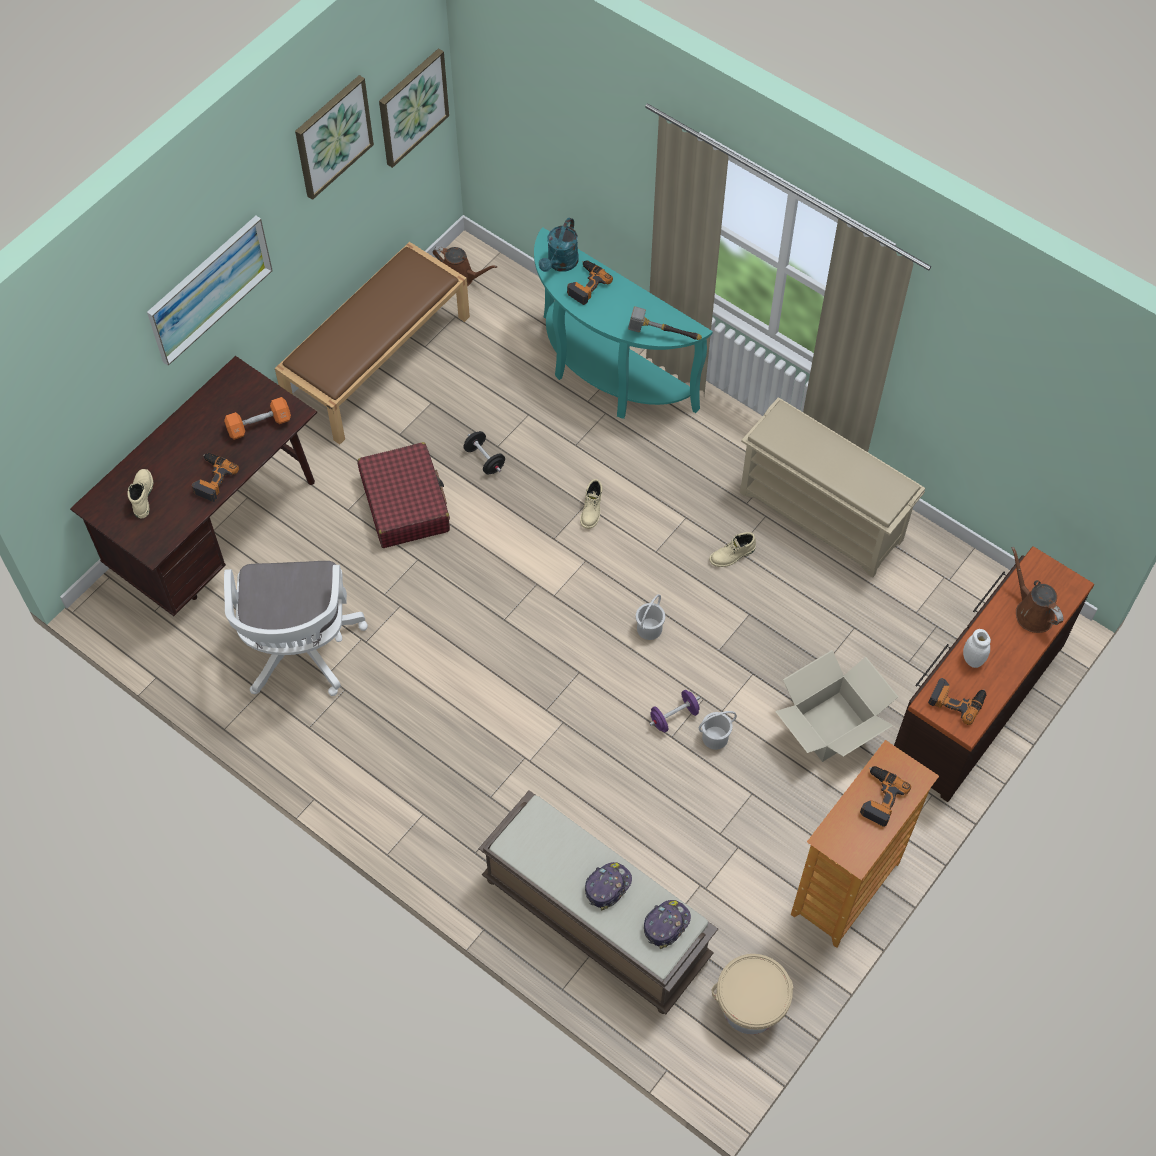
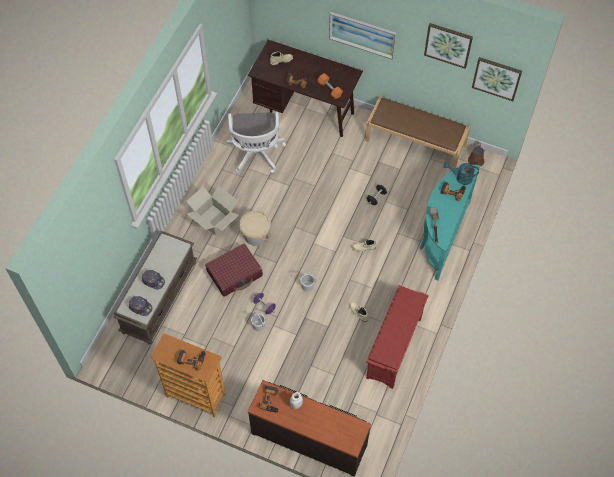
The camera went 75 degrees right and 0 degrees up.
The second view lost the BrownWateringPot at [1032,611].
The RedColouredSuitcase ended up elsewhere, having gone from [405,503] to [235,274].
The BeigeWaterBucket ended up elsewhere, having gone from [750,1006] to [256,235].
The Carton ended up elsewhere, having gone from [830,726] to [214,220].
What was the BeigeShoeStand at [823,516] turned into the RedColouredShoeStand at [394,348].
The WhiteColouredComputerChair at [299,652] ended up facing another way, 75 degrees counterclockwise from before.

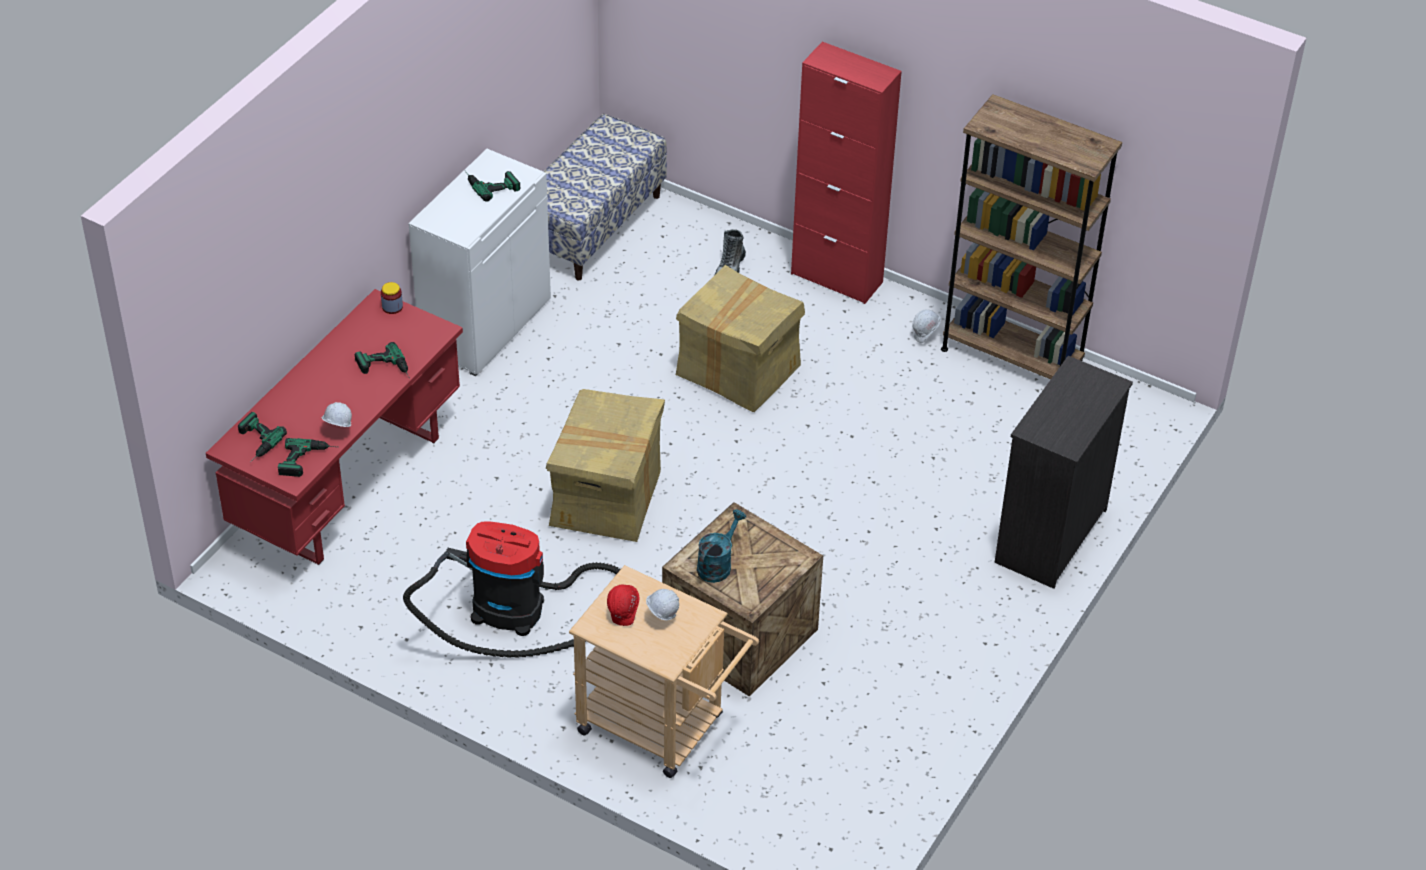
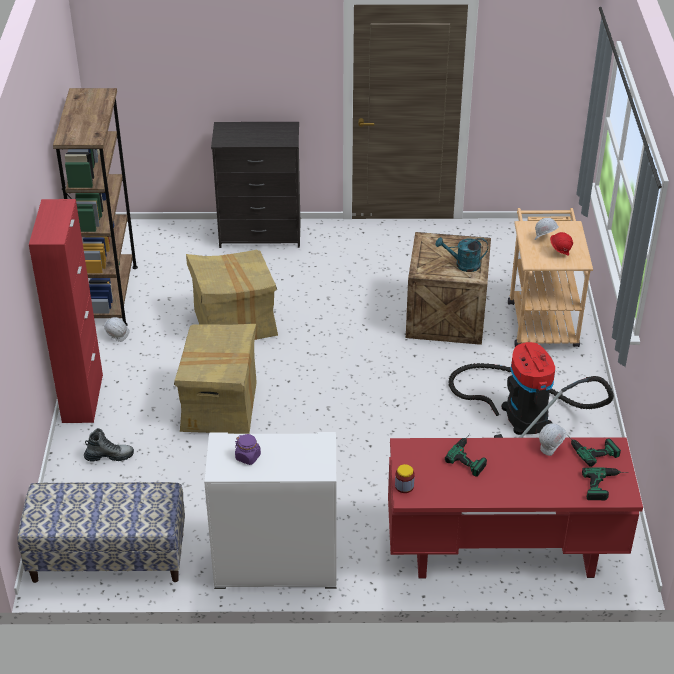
The camera went 120 degrees left and 5 degrees down.
The Carton ended up elsewhere, having gone from [606,499] to [234,323].
Where the PowerDrill stood at [490,183], the PurpleJar came to stand at [248,457].

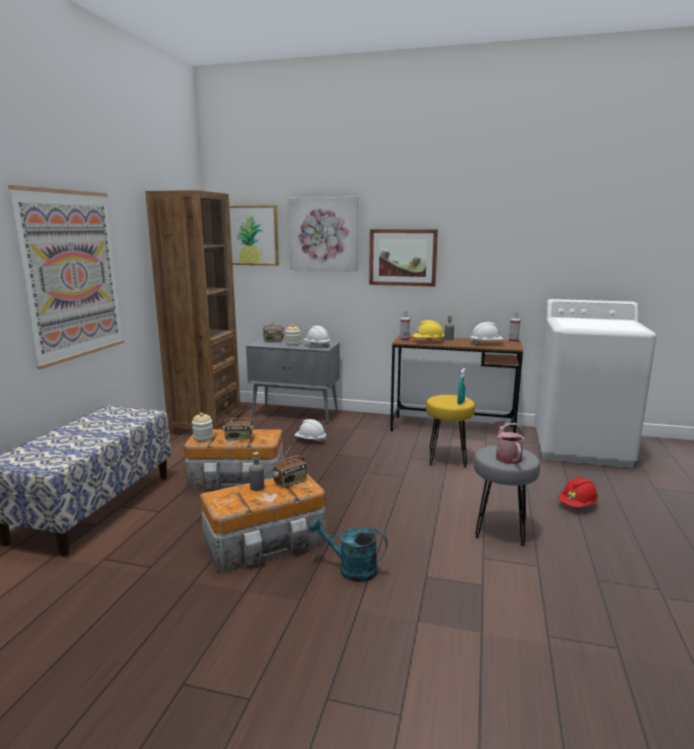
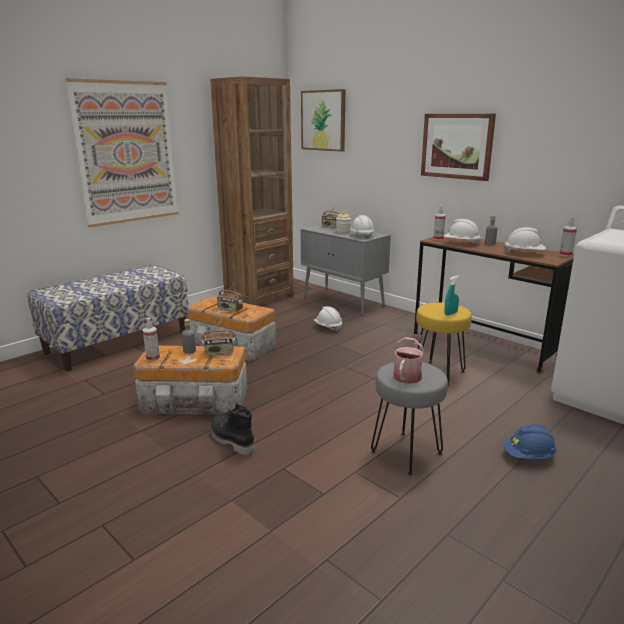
The camera went 30 degrees right and 5 degrees up.
The second view lost the Jar at [203,438].
The second view lost the Picture at [323,234].
The second view gained the Sprayer at [153,358].
Where the TurquoiseWateringPot stood at [351,569], the BlackColouredHighTopBoot came to stand at [231,441].
What was the YellowishWorkHelmet at [428,342] turned into the WhiteColouredWorkHelmet at [461,243].
What was the RedColouredWorkHelmet at [577,505] turned into the BluishWorkHelmet at [528,456].

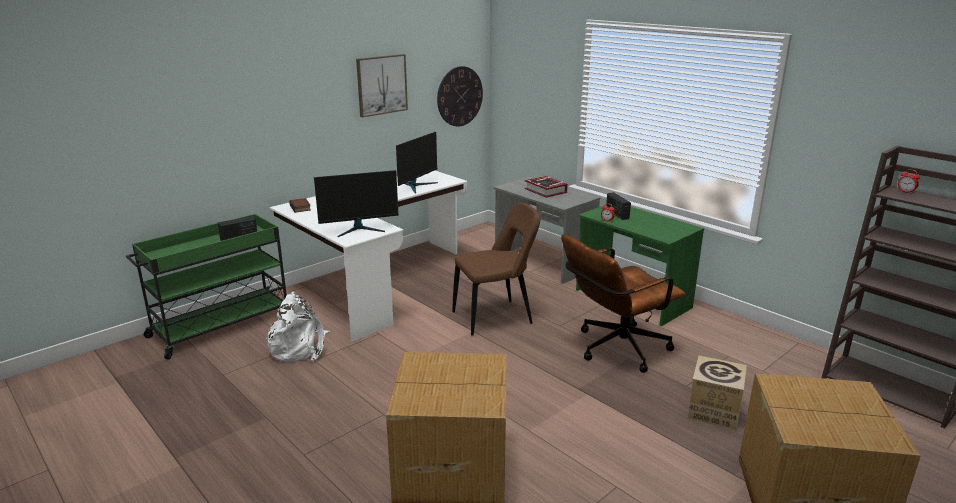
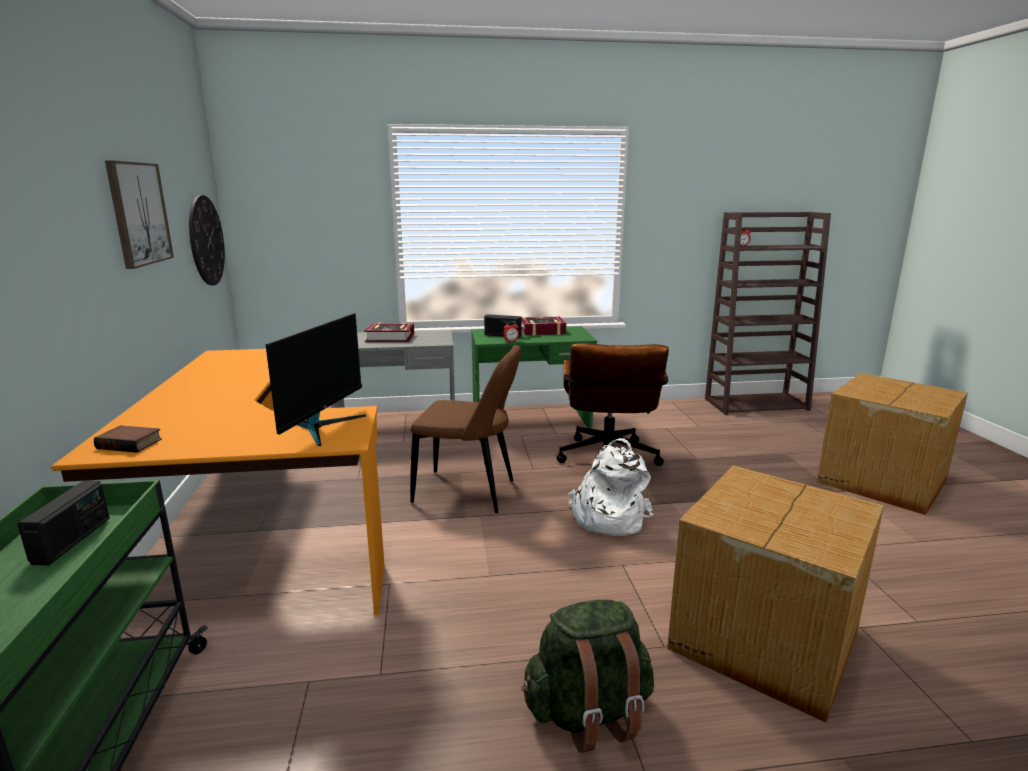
The camera went 55 degrees left and 5 degrees down.
The second view lost the Monitor at [417,186].
The second view lost the Carton at [713,411].
The second view gained the Volume at [542,331].
The second view gained the GreenishBackpack at [588,713].
The WhiteColouredBackpack ended up elsewhere, having gone from [299,348] to [607,518].
What was the WhiteColouredDeskTable at [375,283] turned into the OrangeyDeskTable at [249,538].
The BrownUprightChair at [496,317] ended up facing another way, 90 degrees clockwise from before.

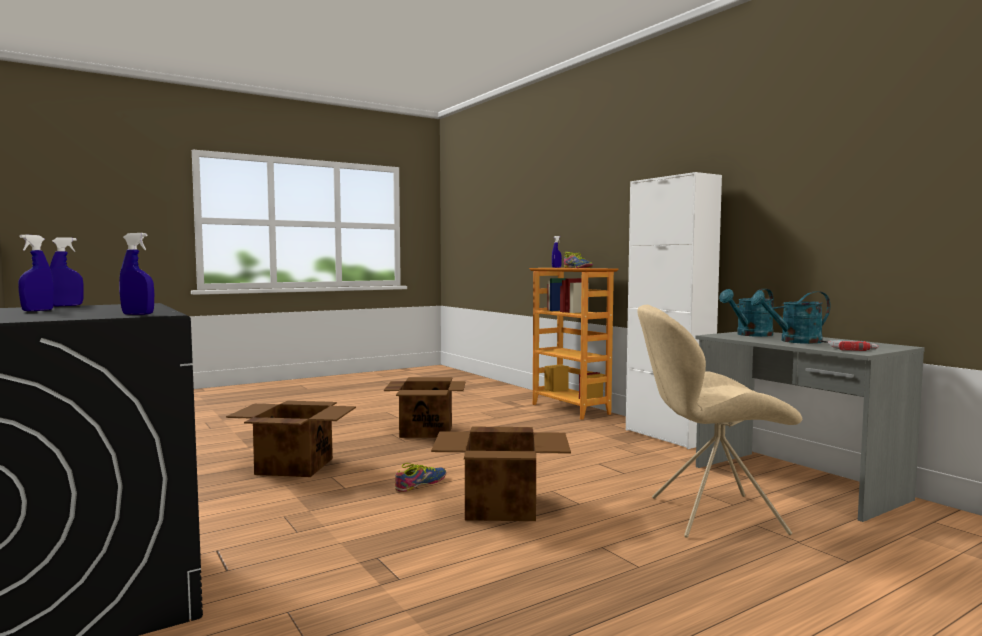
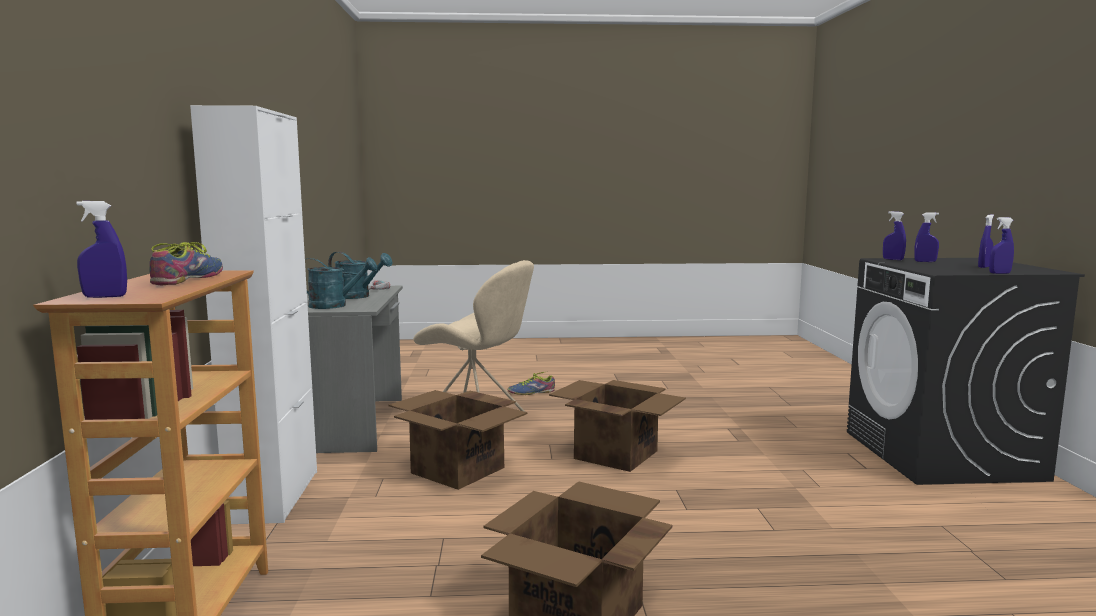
The camera went 150 degrees left and 5 degrees up.
The second view gained the BluishSprayer at [925,261].
The Carton ended up elsewhere, having gone from [294,466] to [458,470].
The ItemOfFootwear ended up elsewhere, having gone from [420,484] to [532,392].

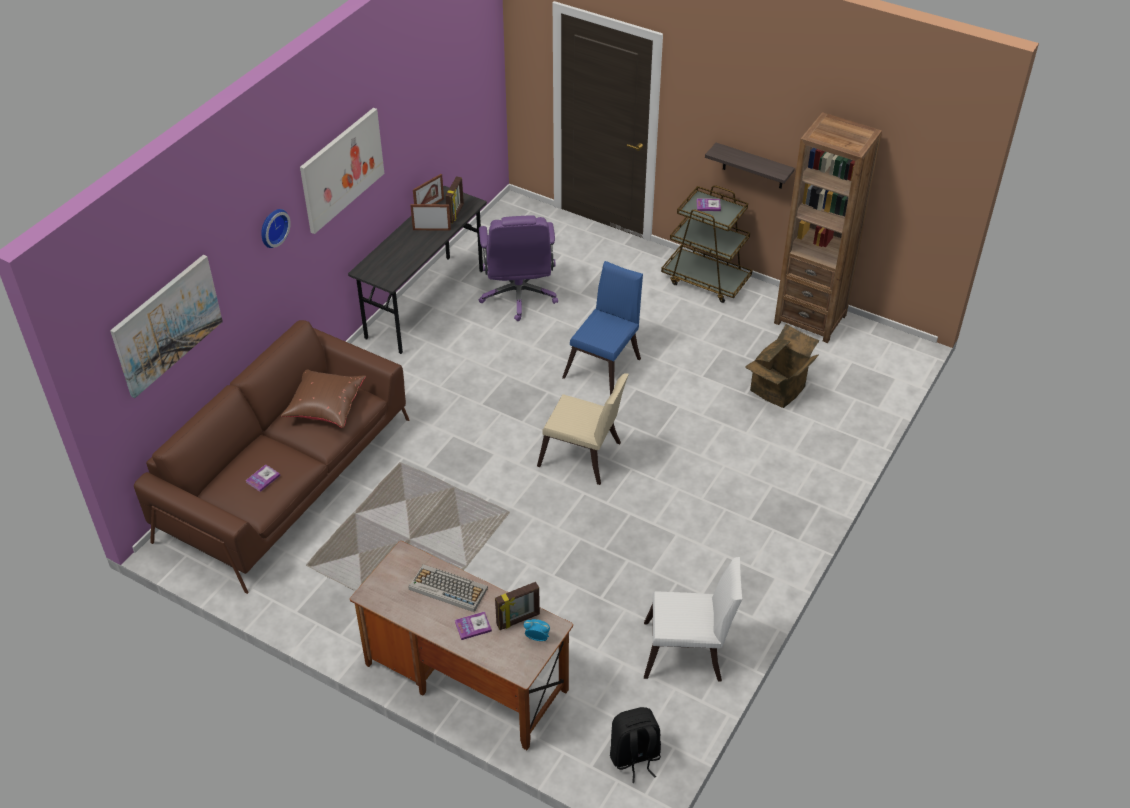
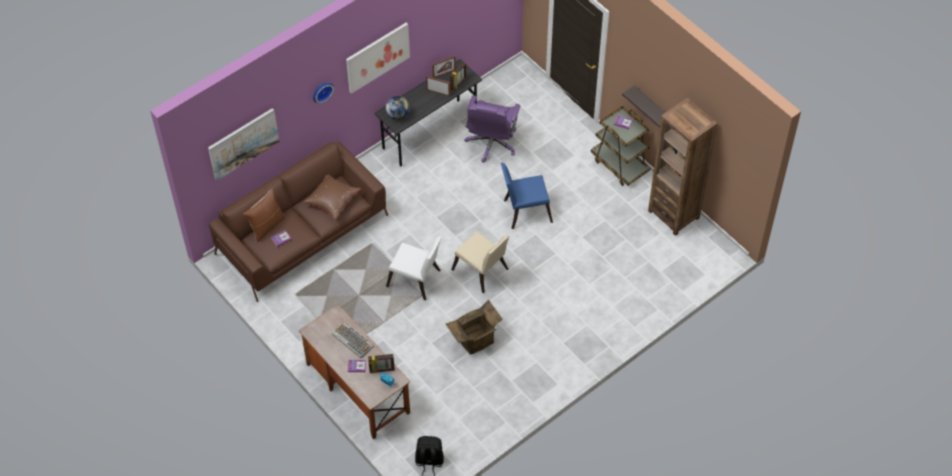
The camera went 20 degrees right and 10 degrees up.
The second view gained the BrownPillow at [267,226].
The second view gained the Globe at [398,115].
The WhiteColouredUprightChair ended up elsewhere, having gone from [689,652] to [416,280].
The Carton ended up elsewhere, having gone from [779,390] to [475,340].
The BluishUprightChair at [605,365] ended up facing another way, 150 degrees counterclockwise from before.

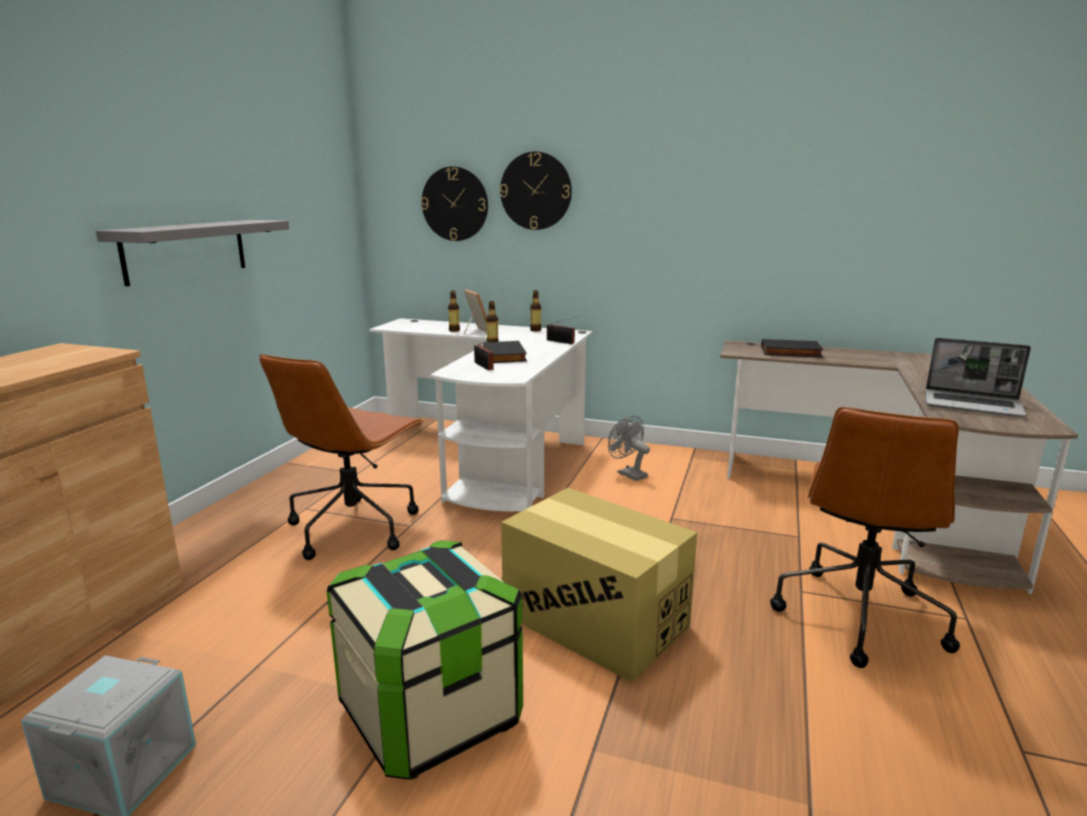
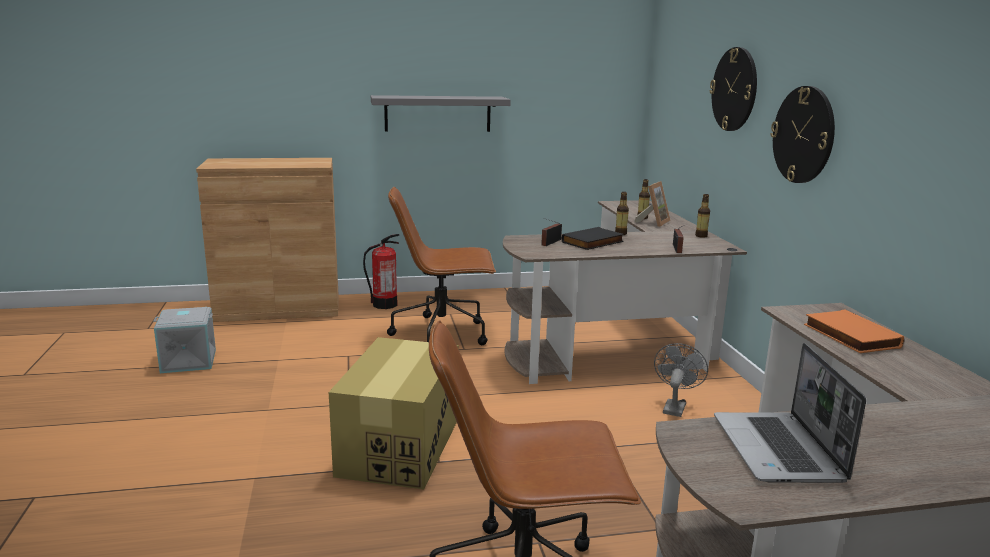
The camera went 60 degrees right and 0 degrees up.
The second view lost the StorageBin at [431,714].
The second view gained the Extinguisher at [384,304].
The WallClock ended up elsewhere, having gone from [455,204] to [803,135].
What was the WhiteColouredDeskTable at [494,454] turned into the BrownDeskTable at [621,342].
What was the BlackColouredVolume at [790,352] turned into the OrangeyVolume at [849,336].

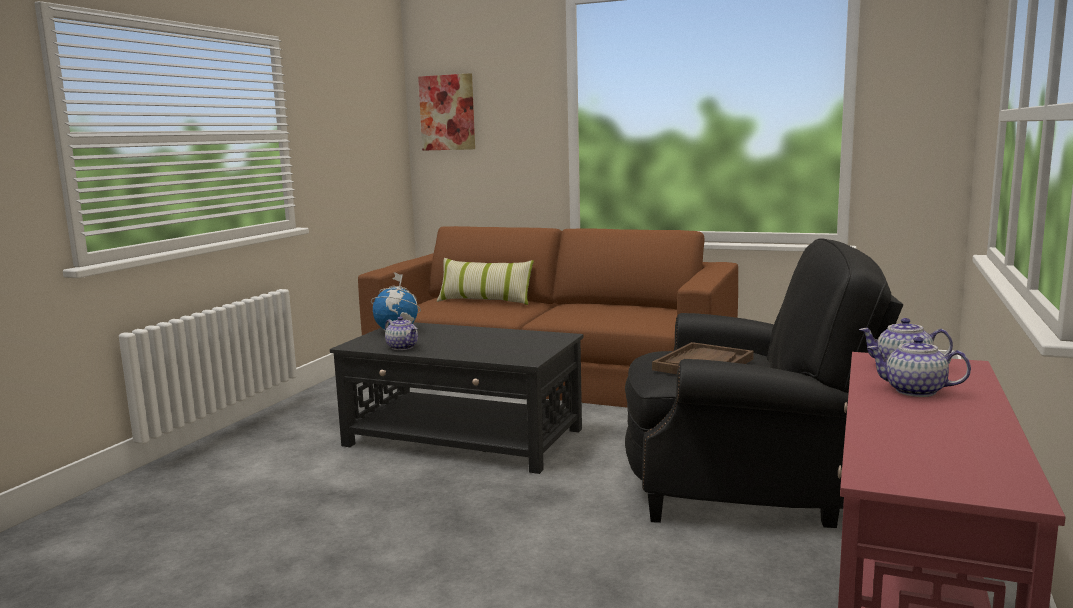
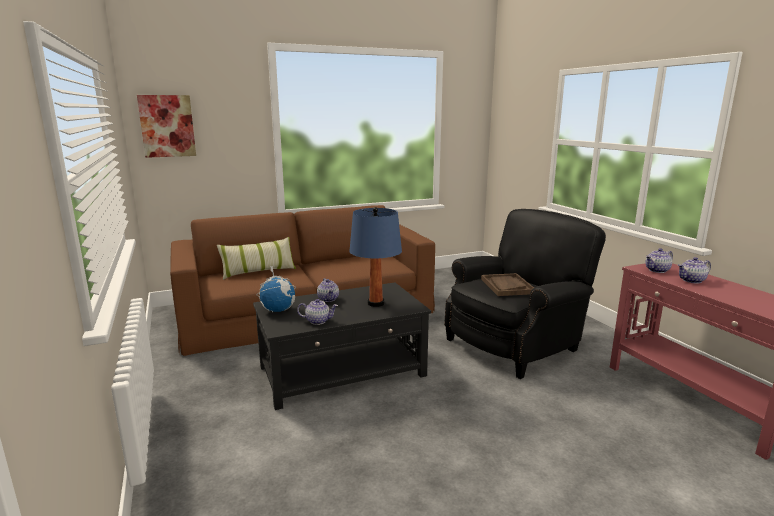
The camera went 45 degrees left and 5 degrees up.
The second view gained the TeaPot at [328,299].
The second view gained the BluishTabletopLamp at [376,303].

